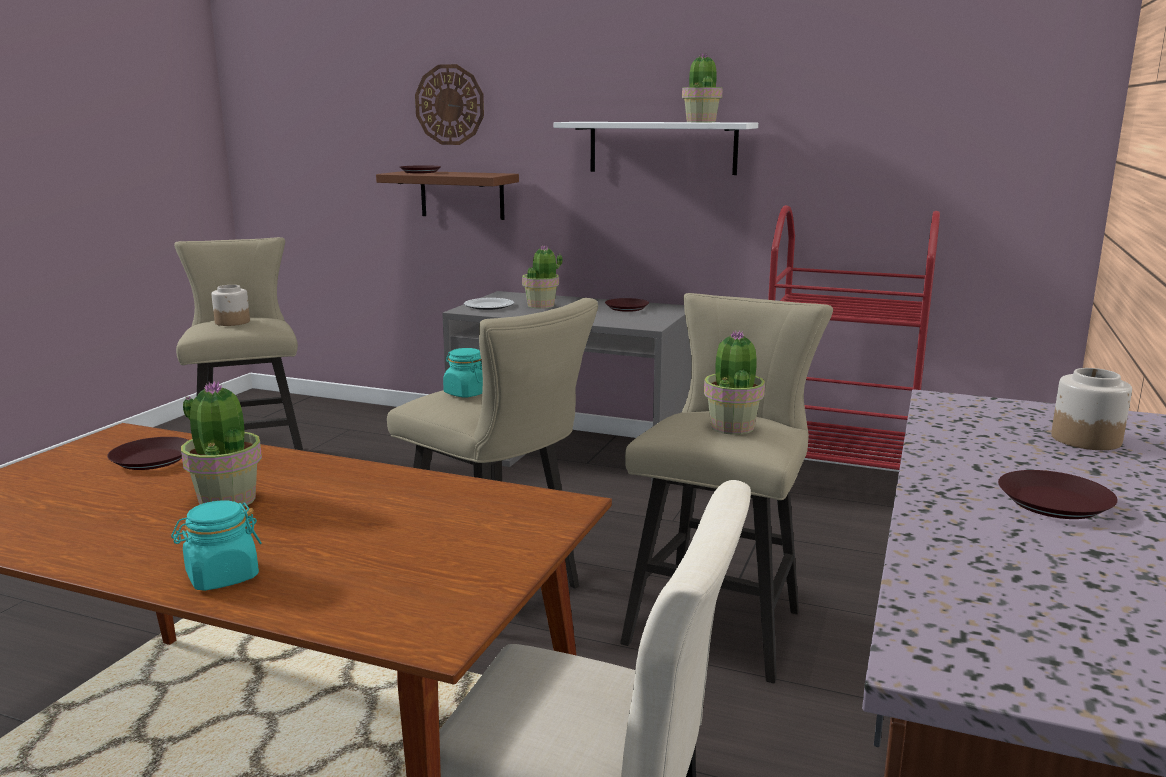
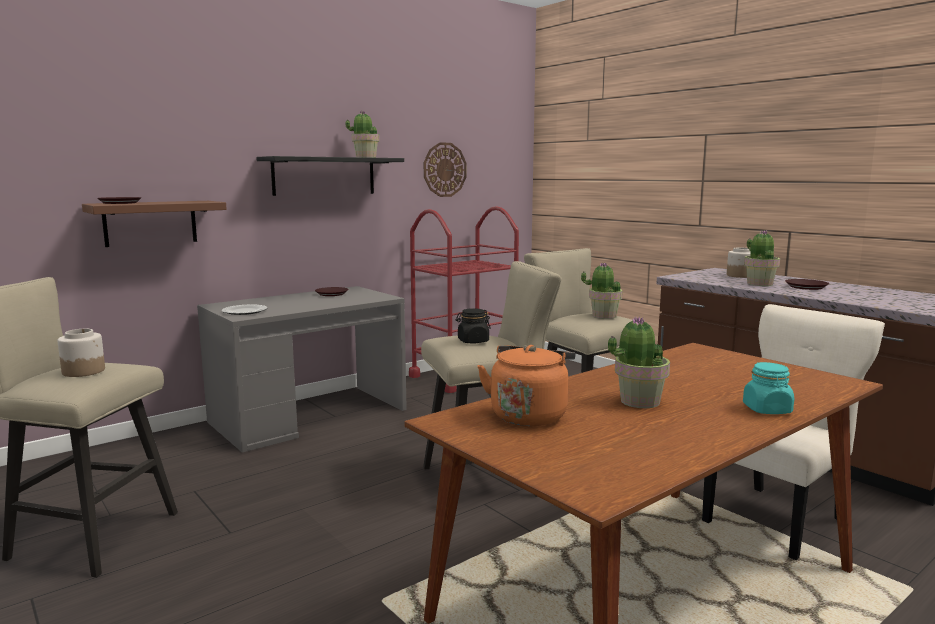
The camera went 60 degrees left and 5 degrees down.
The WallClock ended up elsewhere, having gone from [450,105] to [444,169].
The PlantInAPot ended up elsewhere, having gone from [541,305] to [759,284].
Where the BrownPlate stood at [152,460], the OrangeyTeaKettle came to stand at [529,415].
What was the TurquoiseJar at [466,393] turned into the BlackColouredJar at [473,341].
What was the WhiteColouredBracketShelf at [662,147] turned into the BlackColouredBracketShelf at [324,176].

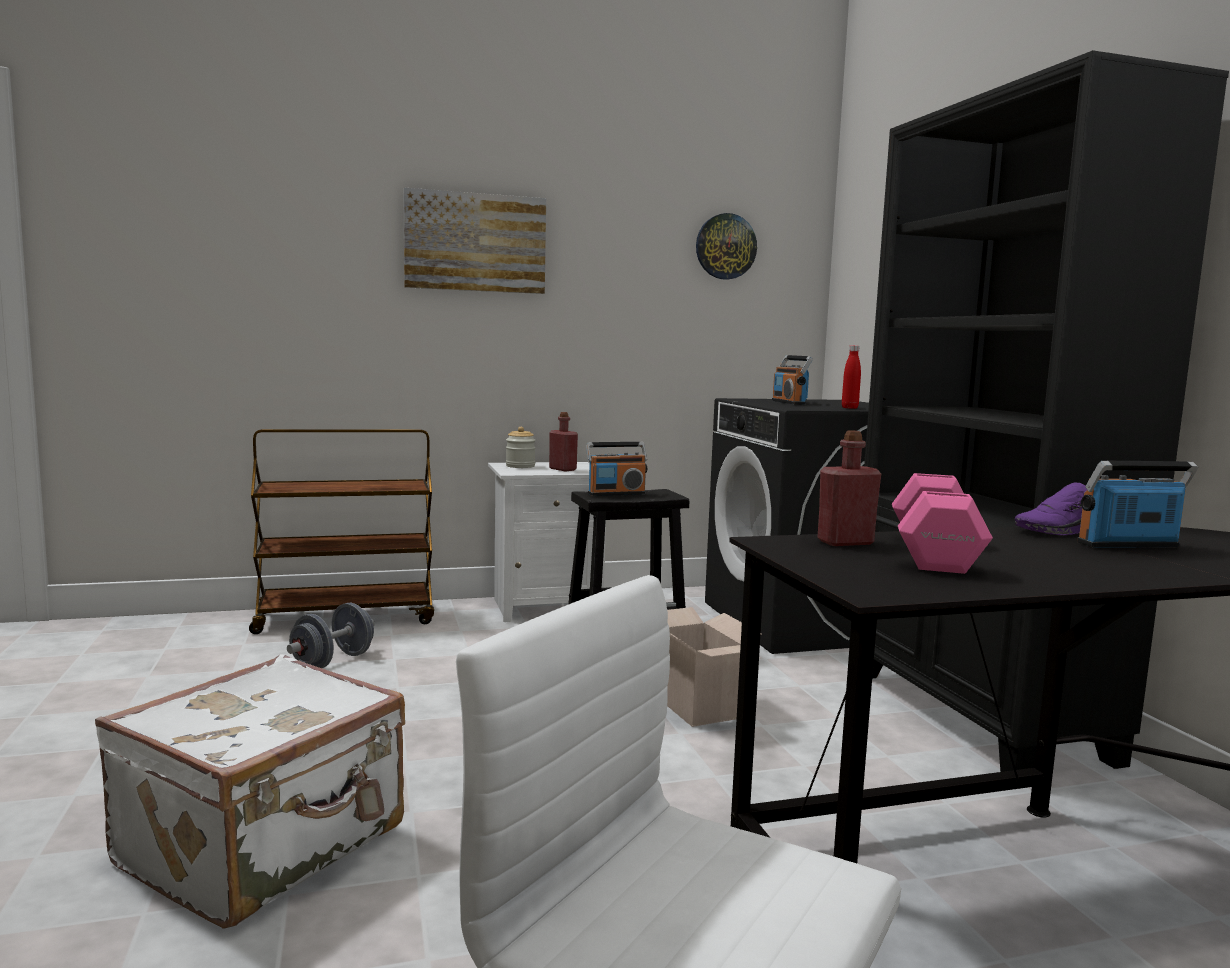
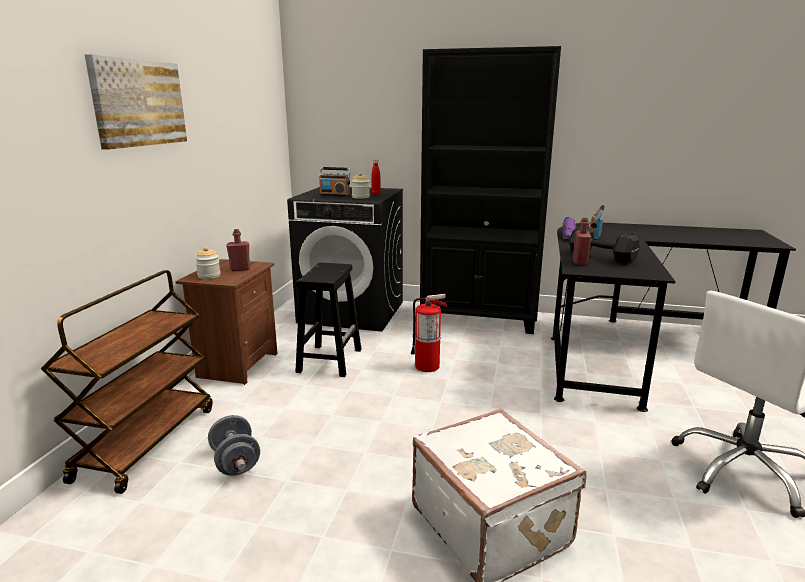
The camera went 60 degrees left and 10 degrees up.
The second view lost the Radio at [616,493].
The second view lost the WallClock at [725,246].
The second view gained the Jar at [360,197].
Where the Carton stood at [700,709], the Extinguisher came to stand at [427,366].
What was the WhiteColouredNightTable at [545,607] turned into the BrownNightTable at [236,365].
What was the PinkColouredFreeWeight at [933,554] turned into the BlackColouredFreeWeight at [602,257].

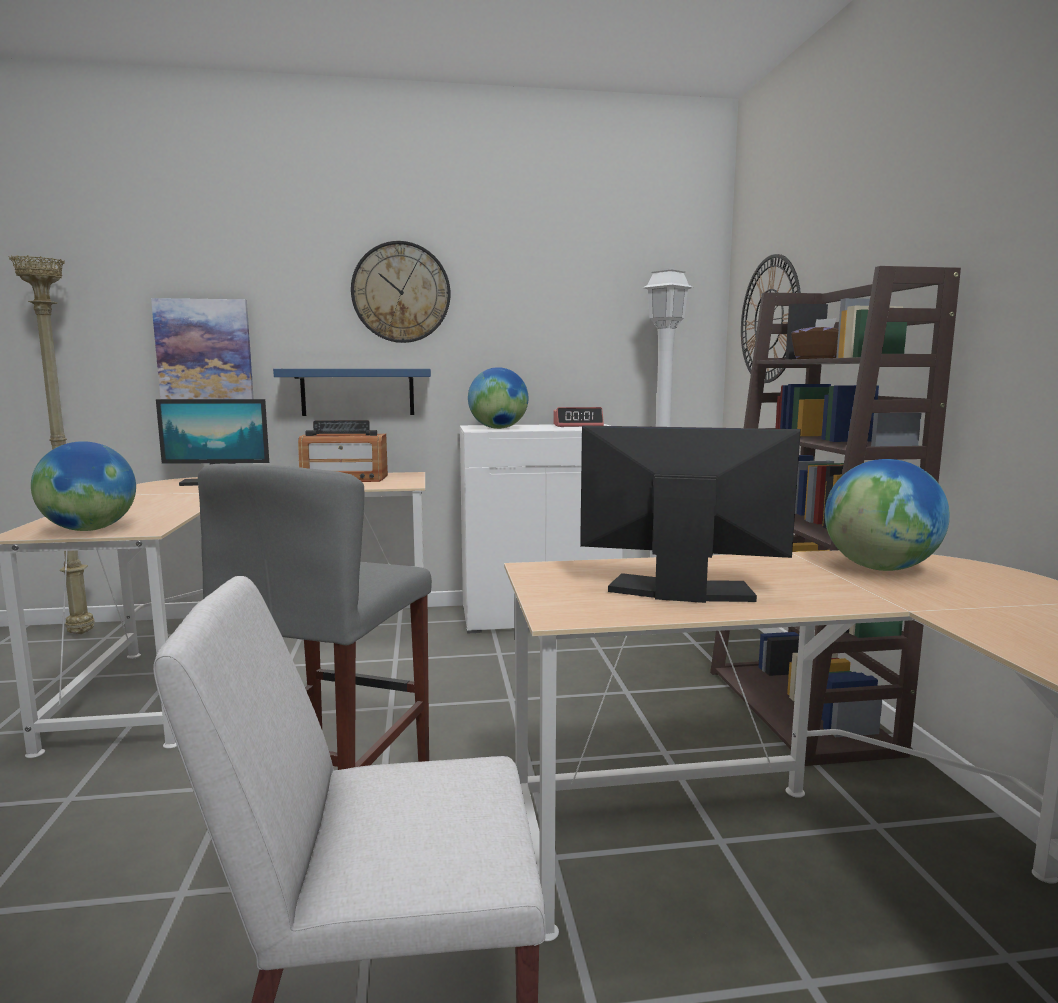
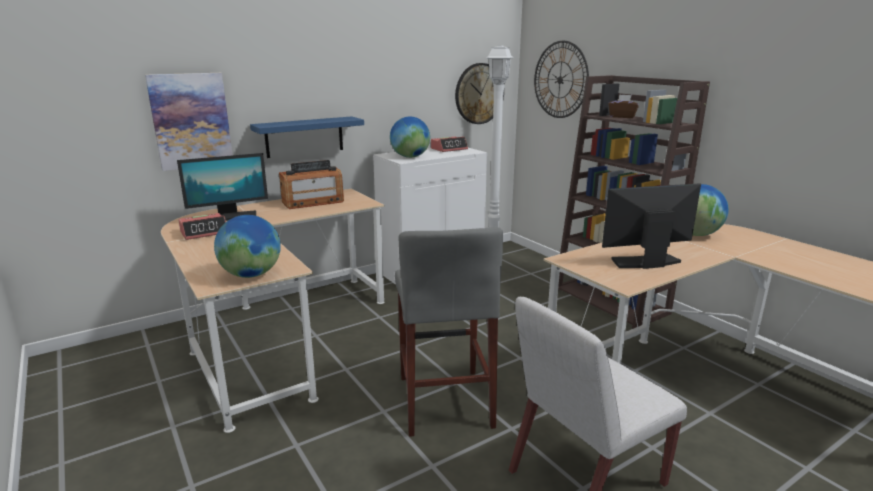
The camera went 25 degrees left and 10 degrees up.
The second view lost the BeigeStandingLamp at [82,634].
The second view gained the AlarmClock at [204,232].
The WallClock ended up elsewhere, having gone from [401,292] to [479,93].

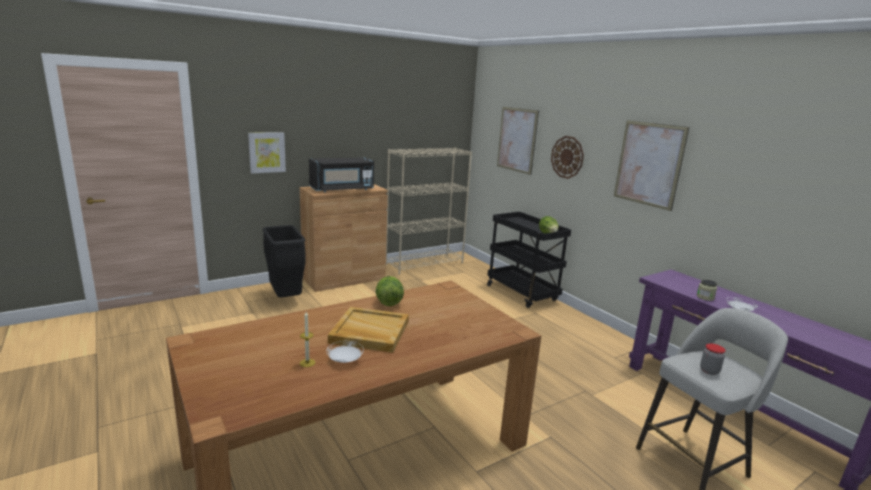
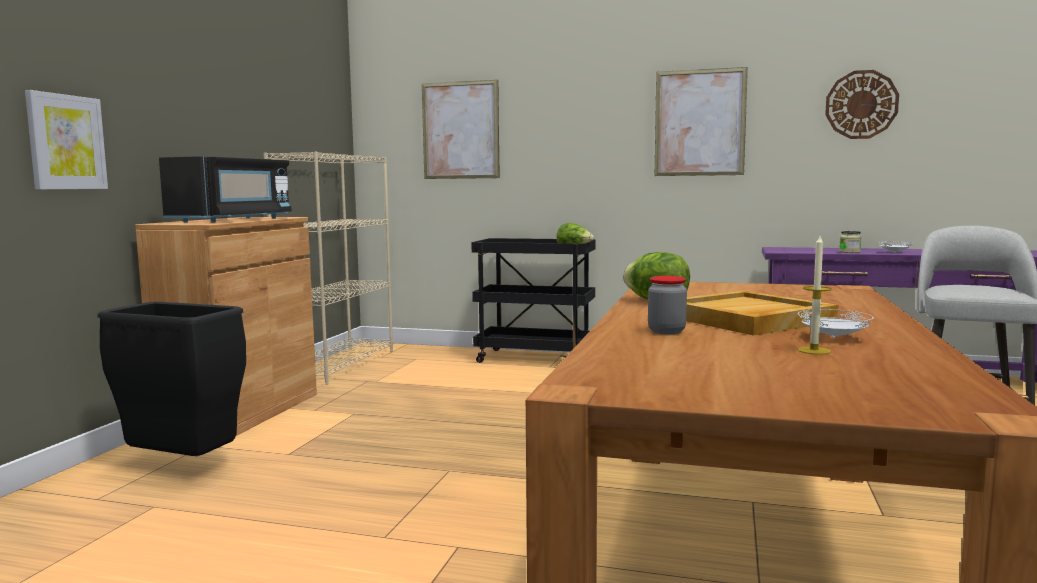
The camera went 40 degrees left and 10 degrees down.
The WallClock ended up elsewhere, having gone from [567,157] to [861,104].
The Jar ended up elsewhere, having gone from [709,371] to [666,331].

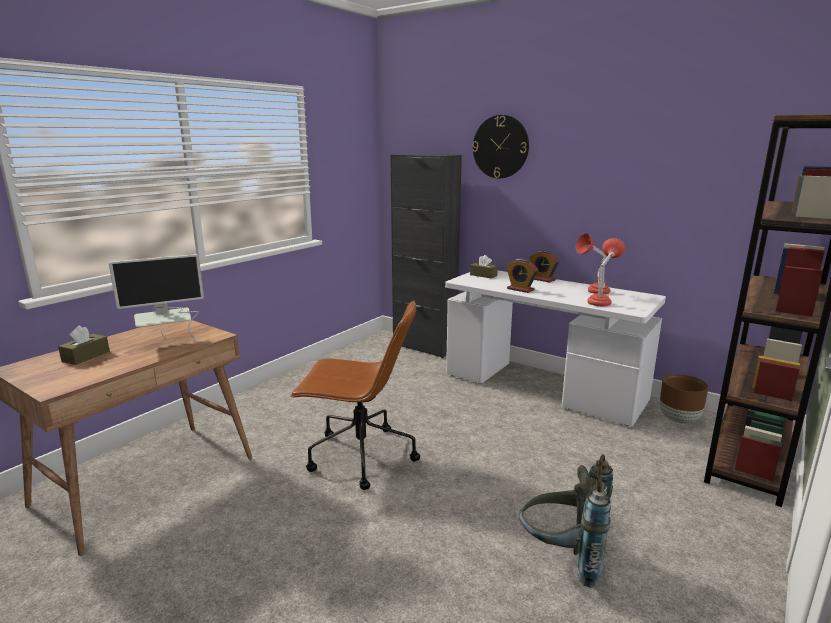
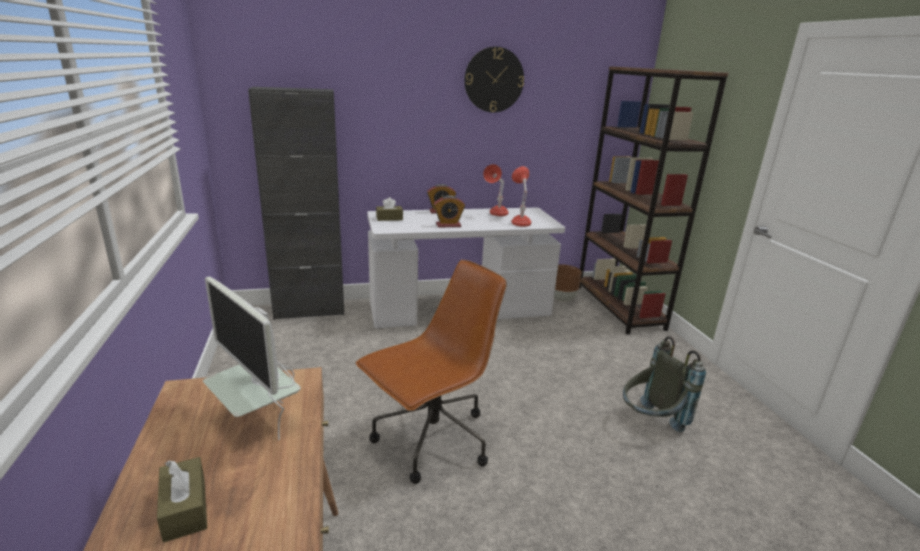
The camera went 50 degrees left and 5 degrees up.
The WallClock ended up elsewhere, having gone from [500,147] to [494,80].
The Monitor at [167,342] ended up facing another way, 120 degrees clockwise from before.

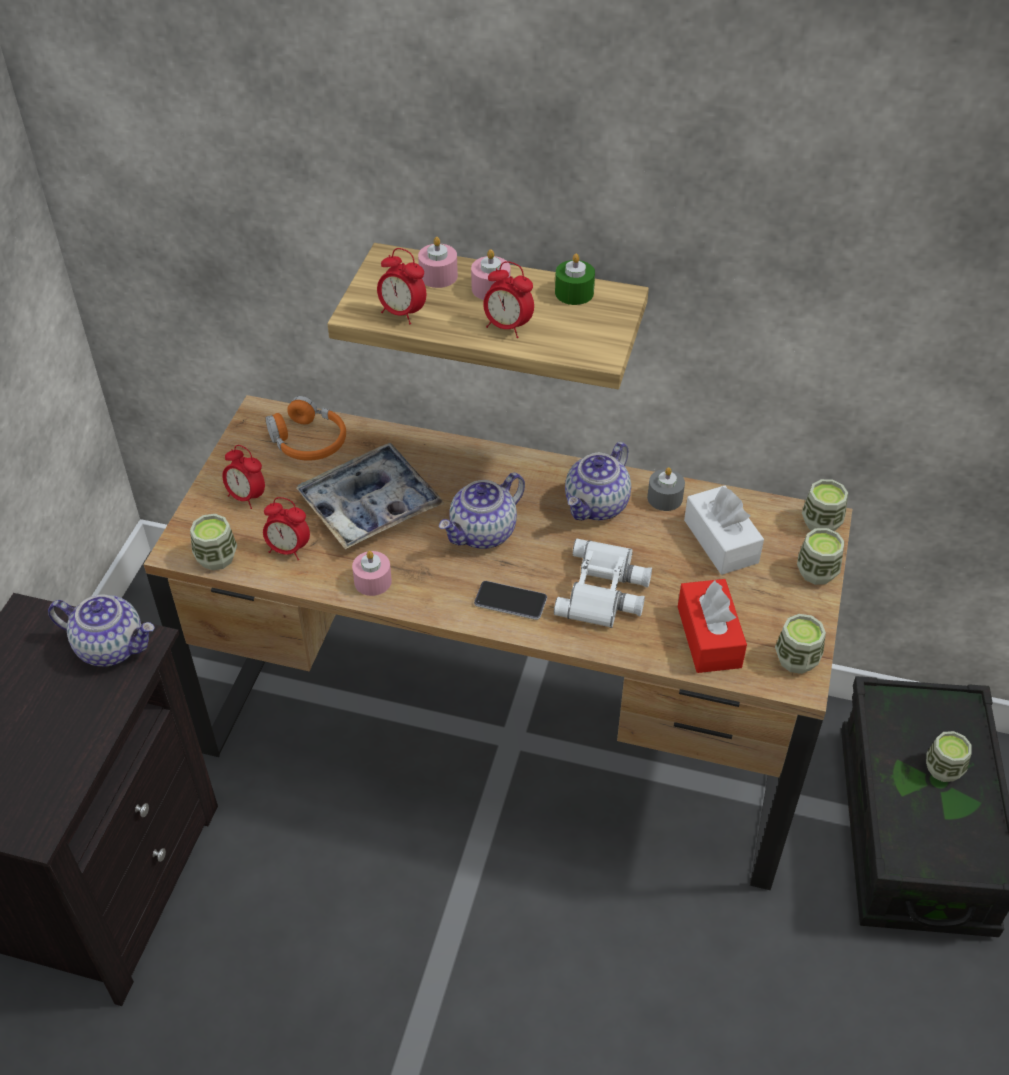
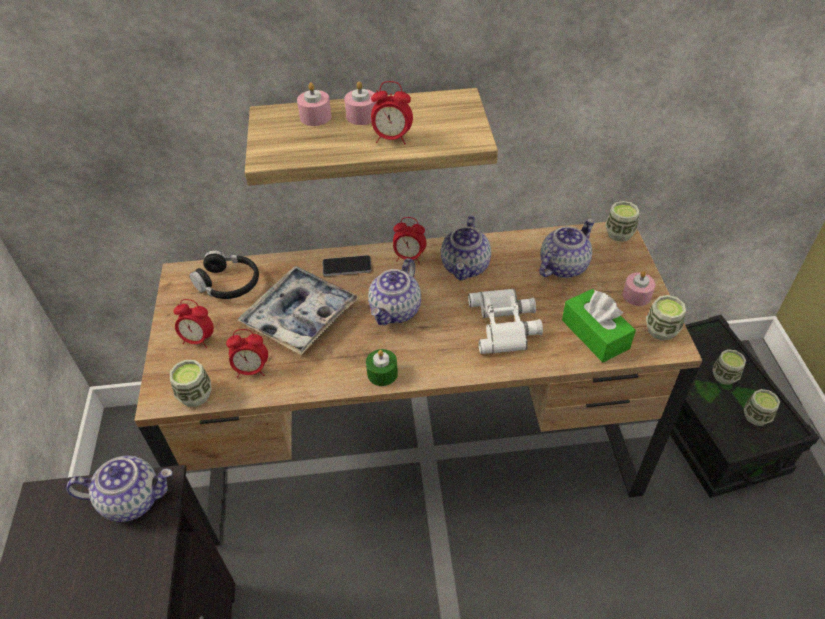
The camera went 20 degrees left and 0 degrees up.
The second view lost the GreyishCandle at [665,498].
The PinkColouredCandle ended up elsewhere, having gone from [372,581] to [636,295].
The AlarmClock ended up elsewhere, having gone from [402,313] to [409,257].
The Telephone ended up elsewhere, having gone from [510,601] to [347,266].
The GreenishCandle ended up elsewhere, having gone from [574,293] to [382,373].
The Cup ended up elsewhere, having gone from [817,572] to [756,416].
Where the WhiteColouredBoxOfTissues stood at [721,541], the TeaPot came to stand at [563,266].
What was the OrangeyHeadset at [308,441] turned into the BlackColouredHeadset at [228,283].
What was the RedColouredBoxOfTissues at [709,637] turned into the GreenishBoxOfTissues at [595,334].

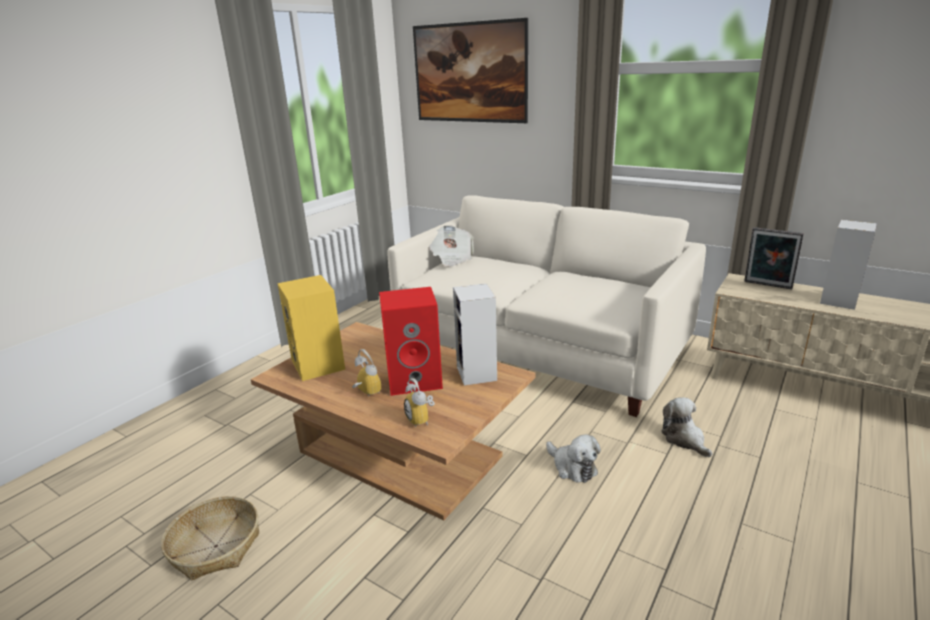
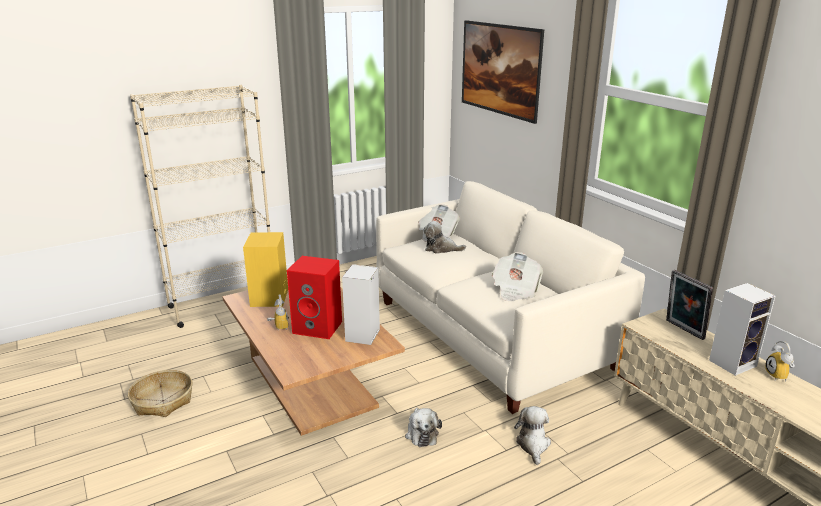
The camera went 25 degrees right and 0 degrees up.
The second view gained the BeigeBookshelf at [223,305].
The second view gained the PlushToy at [441,249].
The second view gained the PrintedPaper at [515,290].
The AlarmClock ended up elsewhere, having gone from [422,420] to [779,376].

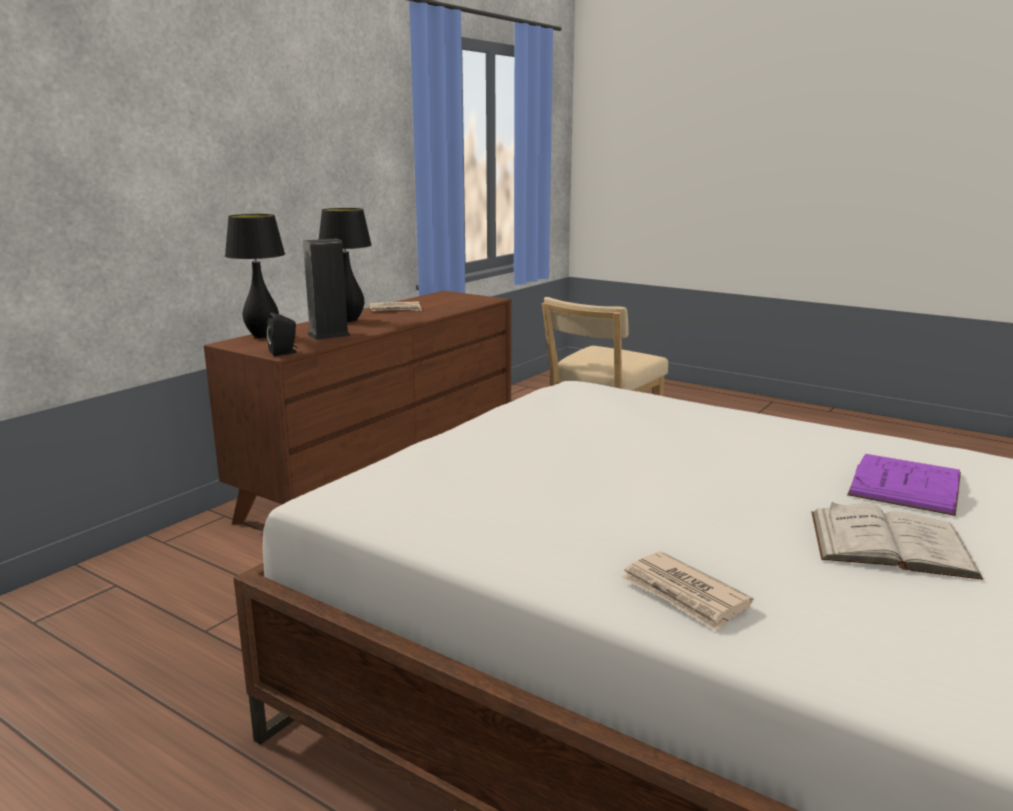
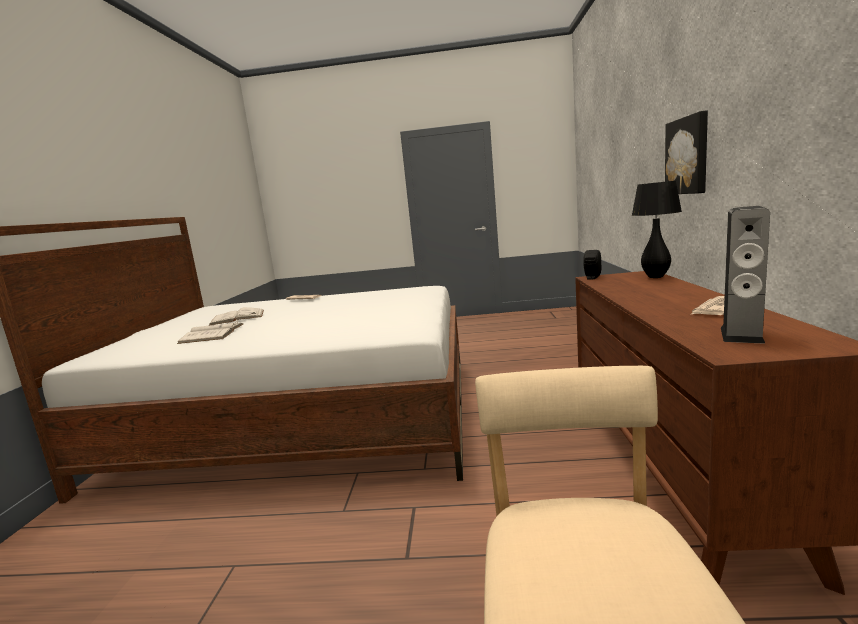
The camera went 150 degrees right and 5 degrees down.
The second view lost the BlackColouredTabletopLamp at [349,320].
The second view gained the Picture at [688,156].
The Speaker ended up elsewhere, having gone from [328,335] to [741,335].
What was the PurpleVolume at [905,484] turned into the WhiteColouredVolume at [212,333].

